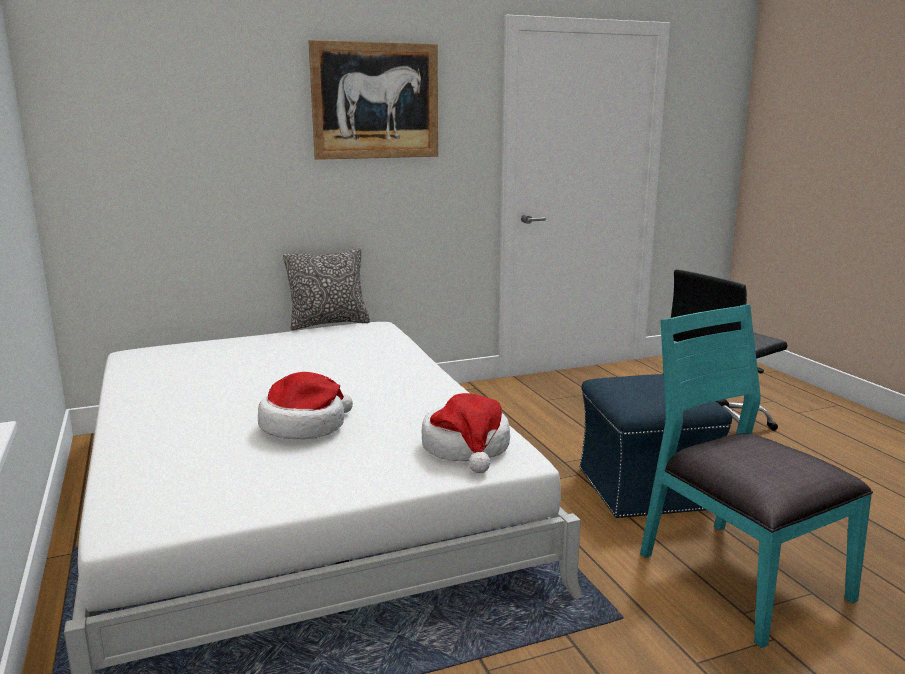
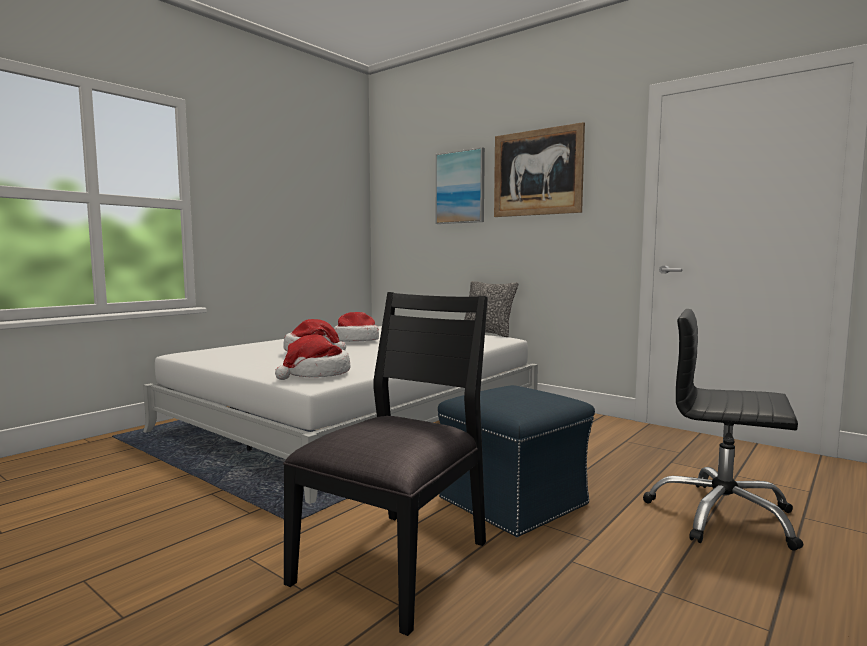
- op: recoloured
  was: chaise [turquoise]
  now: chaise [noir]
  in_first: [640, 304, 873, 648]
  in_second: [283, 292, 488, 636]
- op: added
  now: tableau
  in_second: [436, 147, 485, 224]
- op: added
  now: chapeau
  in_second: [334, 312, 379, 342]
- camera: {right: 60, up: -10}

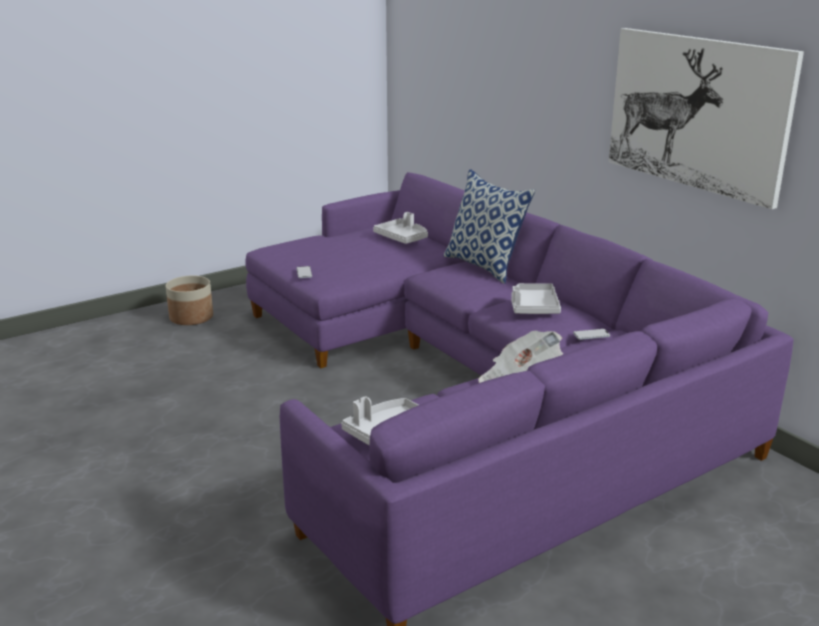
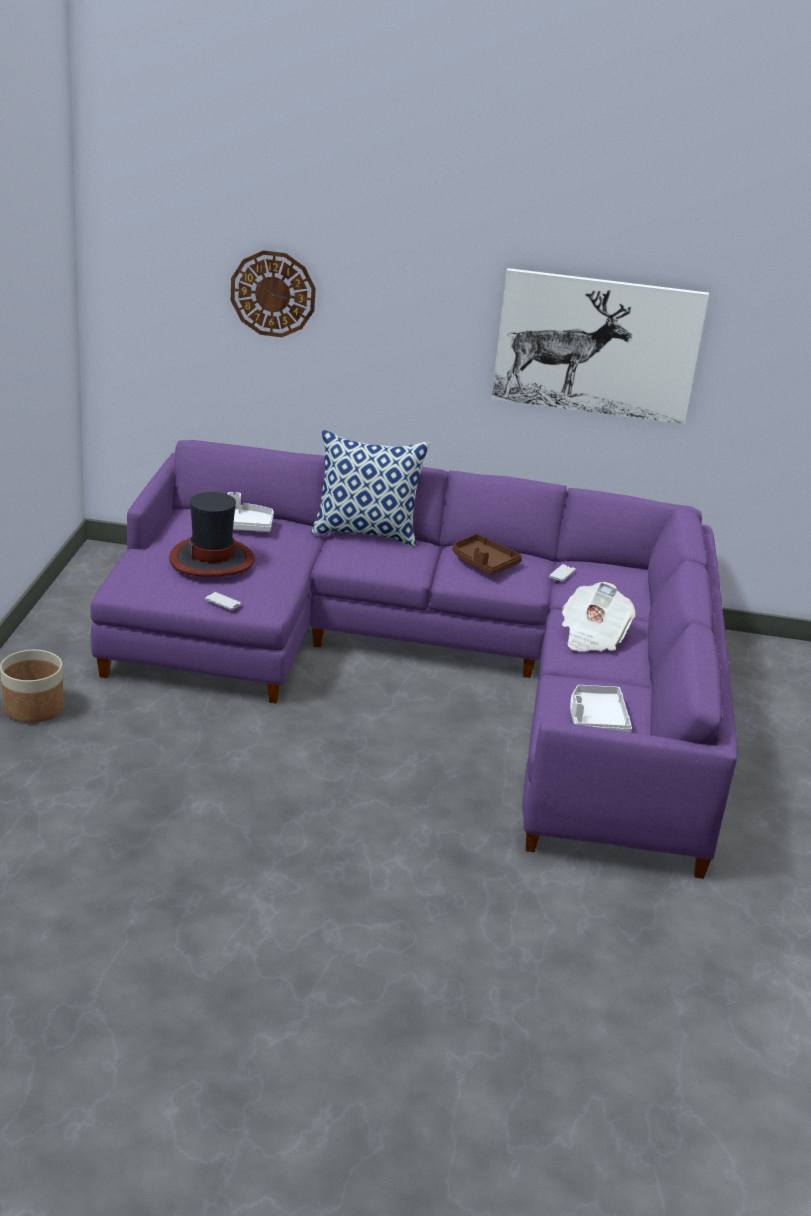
- op: recoloured
  was: plateau [gris]
  now: plateau [marron]
  in_first: [511, 283, 561, 314]
  in_second: [453, 534, 522, 575]
- op: added
  now: horloge murale
  in_second: [231, 250, 316, 337]
- op: added
  now: chapeau
  in_second: [169, 492, 255, 577]
- camera: {right: -50, up: 5}

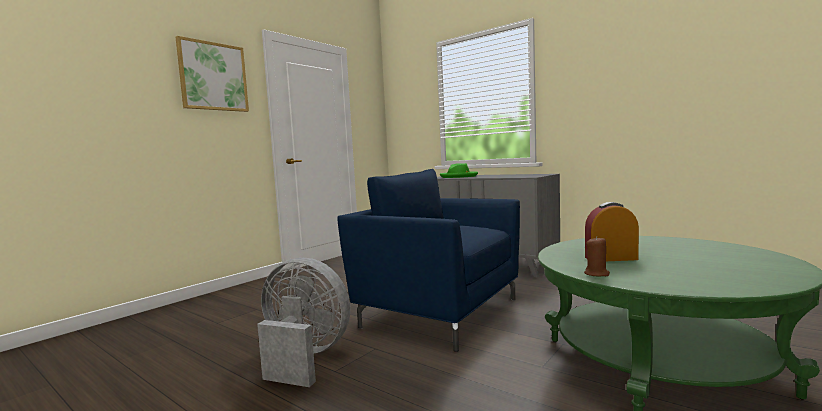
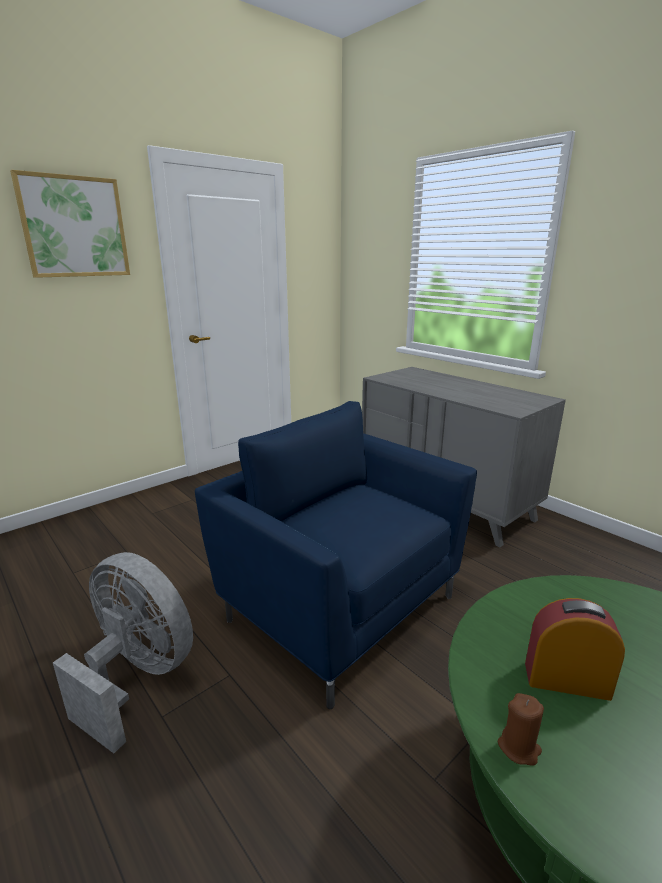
- op: removed
  was: chapeau [vert]
  in_first: [440, 163, 478, 178]
- camera: {right: 10, up: 15}

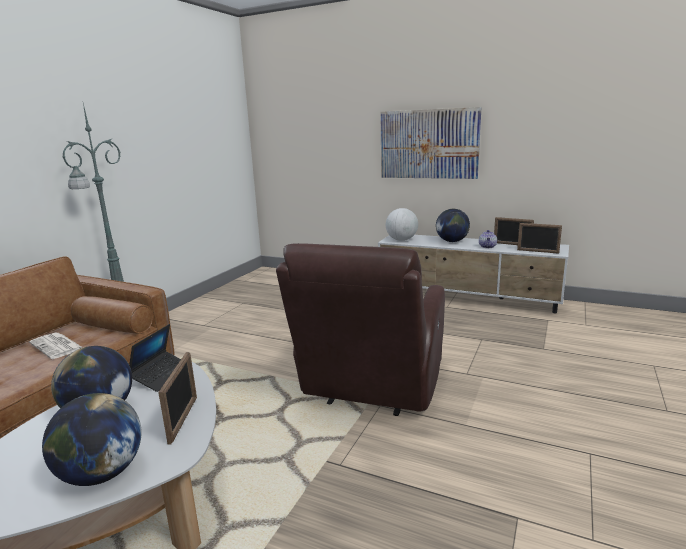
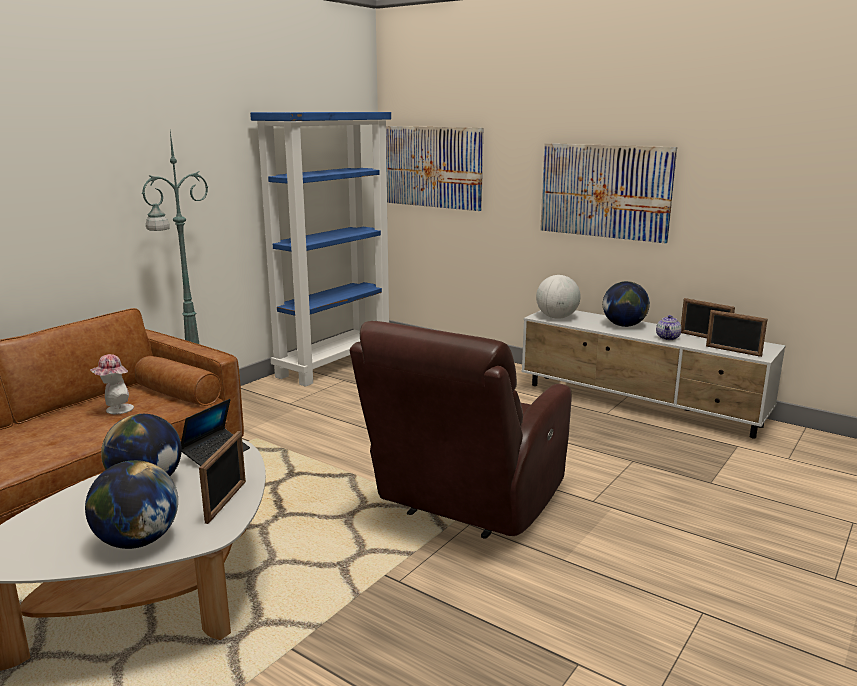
- op: replaced
  was: journal
  now: chapeau
  in_first: [29, 333, 83, 359]
  in_second: [90, 354, 134, 414]
- op: added
  now: bibliothèque [bleu]
  in_second: [250, 112, 391, 387]
- op: added
  now: tableau
  in_second: [386, 126, 483, 211]
- camera: {right: 10, up: 0}

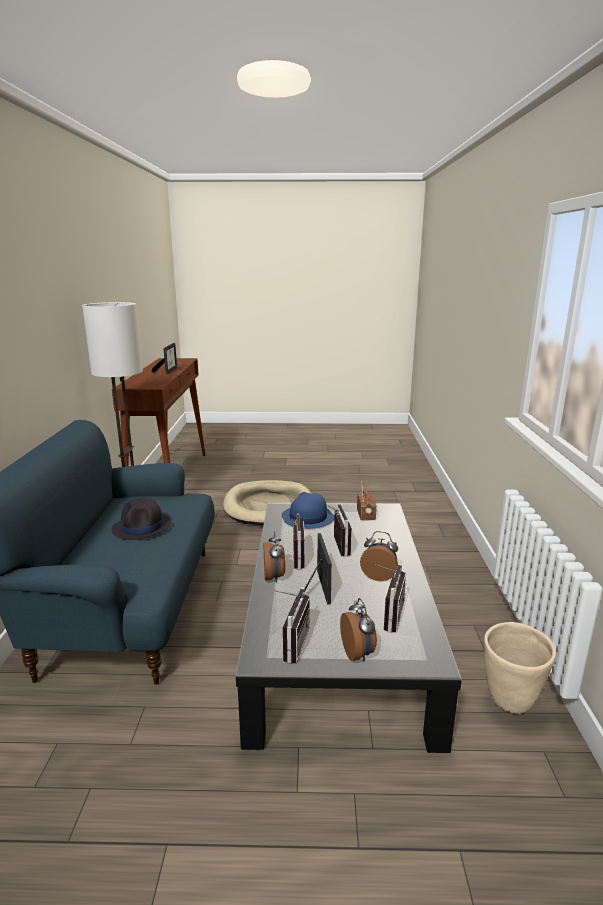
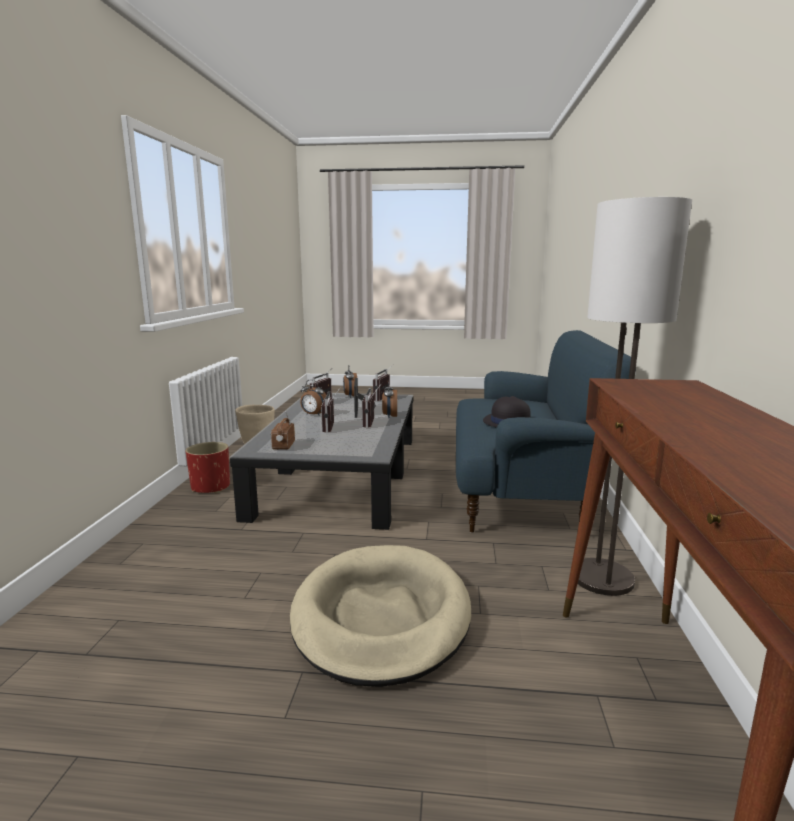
- op: removed
  was: cadre photo
  in_first: [151, 343, 177, 374]
- op: removed
  was: chapeau [bleu]
  in_first: [282, 492, 334, 529]
- op: added
  now: cache-pot [rouge]
  in_second: [186, 442, 230, 493]
- camera: {right: -175, up: -5}

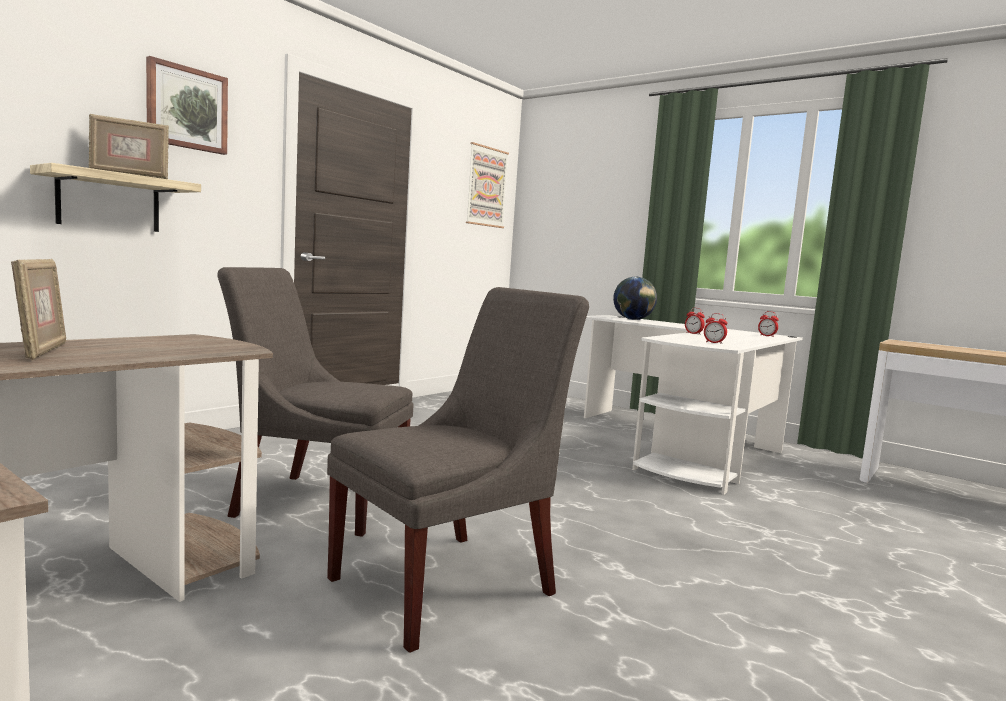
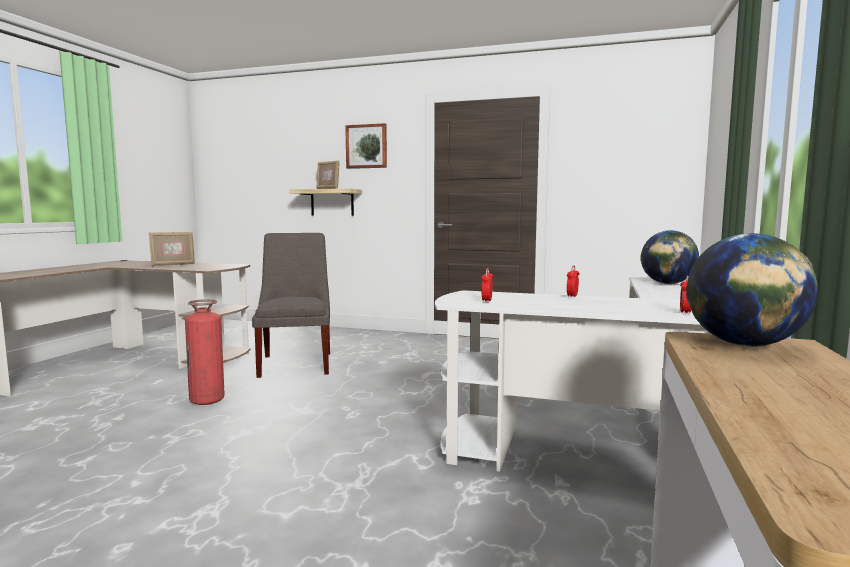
- op: removed
  was: tableau
  in_first: [466, 142, 509, 228]
- op: replaced
  was: chaise [gris]
  now: extincteur
  in_first: [327, 287, 589, 653]
  in_second: [185, 299, 225, 405]
- op: added
  now: globe
  in_second: [686, 233, 818, 347]
- camera: {right: 70, up: 0}

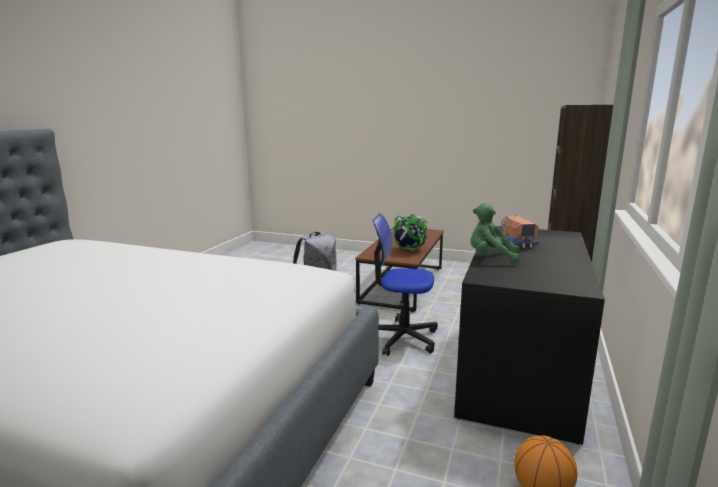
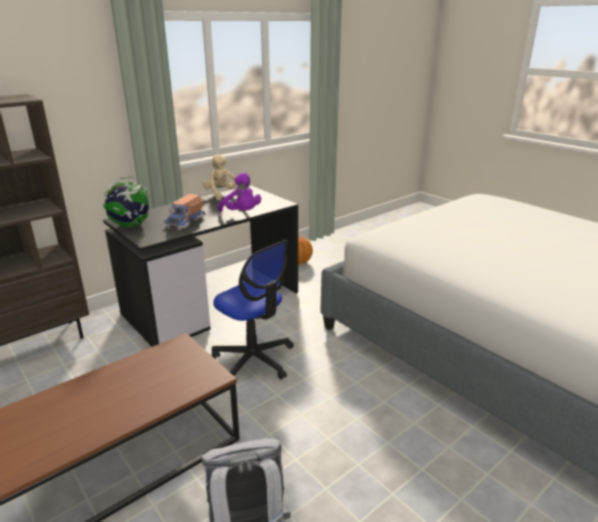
- op: recoloured
  was: peluche [vert]
  now: peluche [violet]
  in_first: [470, 203, 520, 263]
  in_second: [218, 173, 261, 212]
- op: moved
  was: globe
  in_first: [391, 214, 428, 251]
  in_second: [104, 176, 152, 227]
- op: added
  now: peluche [beige]
  in_second: [203, 154, 238, 201]
- camera: {right: -150, up: 10}

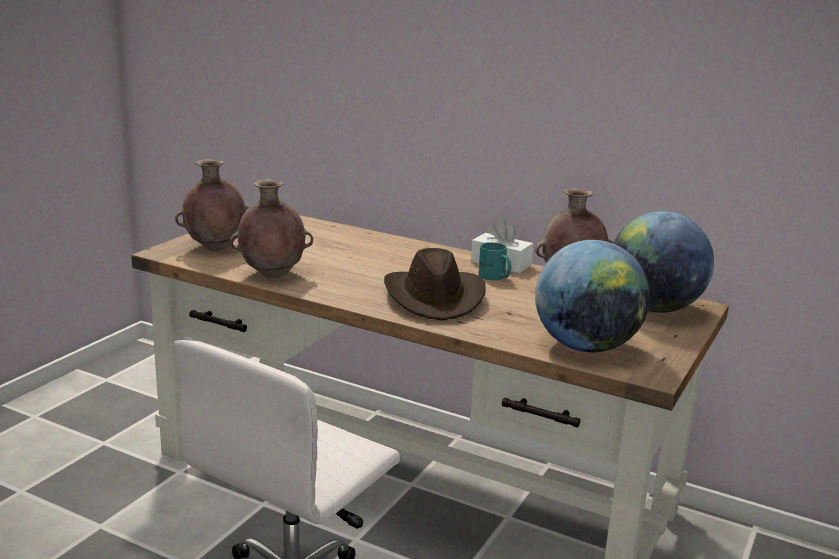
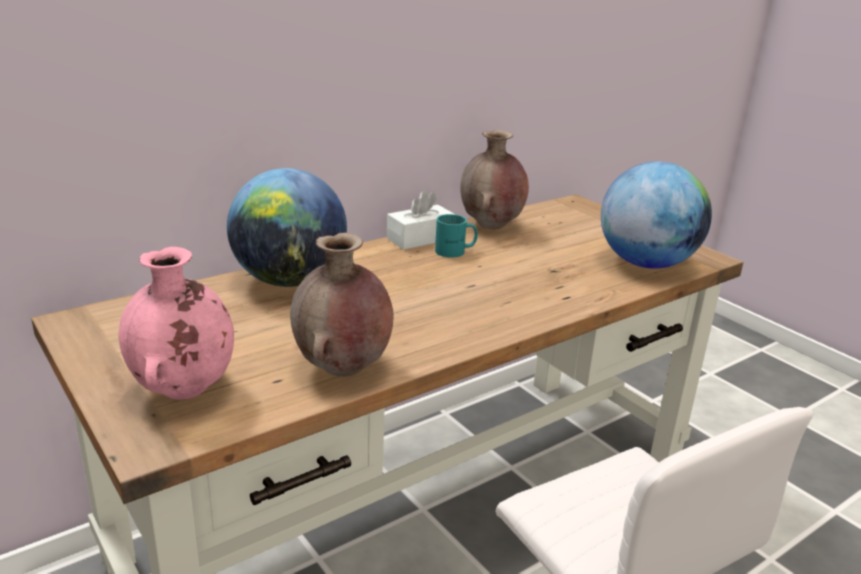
- op: recoloured
  was: vase [marron]
  now: vase [rose]
  in_first: [175, 159, 250, 251]
  in_second: [118, 247, 234, 400]
- op: moved
  was: globe
  in_first: [613, 211, 714, 313]
  in_second: [227, 168, 347, 287]
- op: removed
  was: chapeau [marron]
  in_first: [384, 248, 486, 320]
- camera: {right: -65, up: 5}

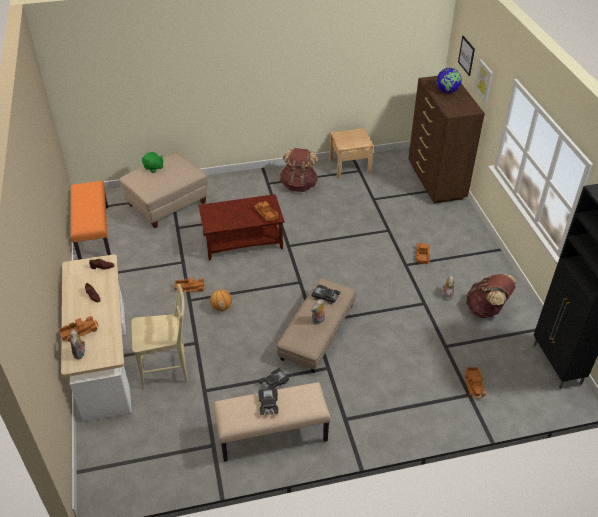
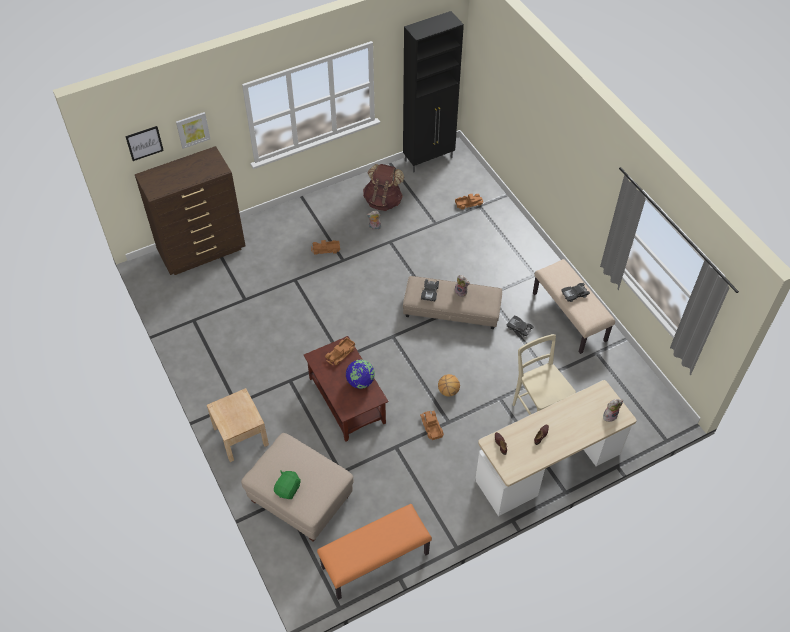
- op: moved
  was: globe
  in_first: [436, 68, 462, 93]
  in_second: [346, 360, 375, 389]
- op: moved
  was: table de chevet [beige]
  in_first: [329, 128, 374, 178]
  in_second: [207, 388, 269, 462]
- op: removed
  was: sac à dos [marron]
  in_first: [280, 148, 318, 192]
- op: removed
  was: camion jouet
  in_first: [58, 316, 99, 342]
- camera: {right: -105, up: 10}

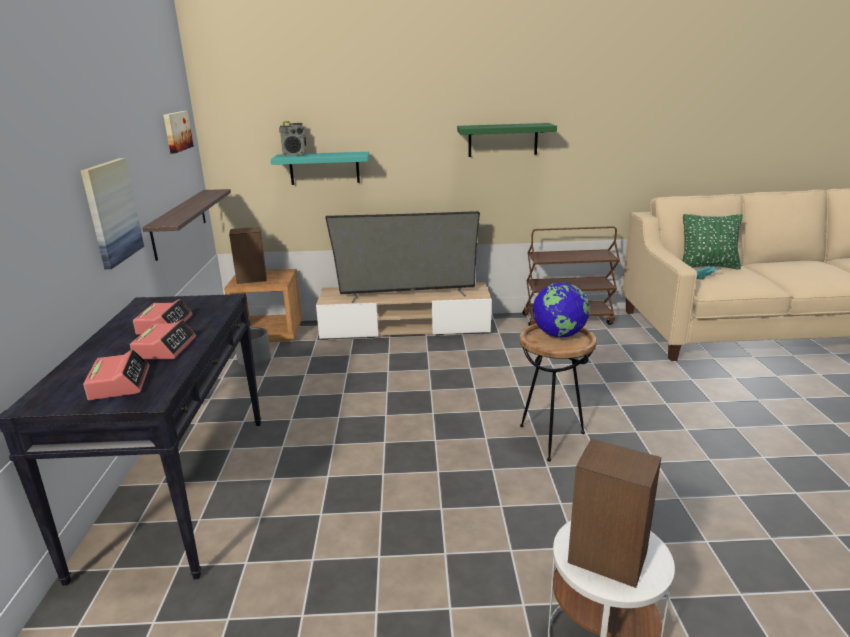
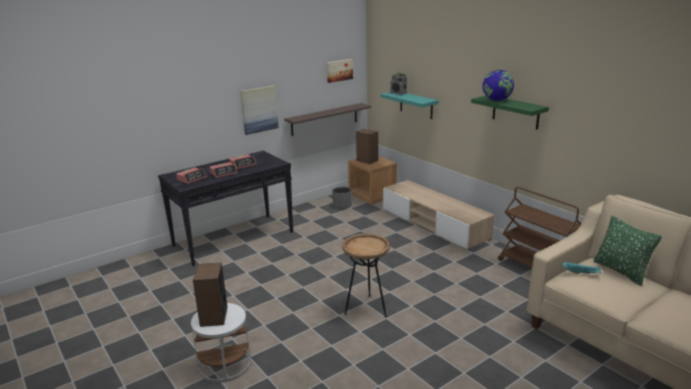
- op: removed
  was: téléviseur
  in_first: [325, 211, 480, 303]
- op: moved
  was: globe
  in_first: [533, 282, 590, 338]
  in_second: [483, 70, 514, 101]
- camera: {right: 55, up: 0}

